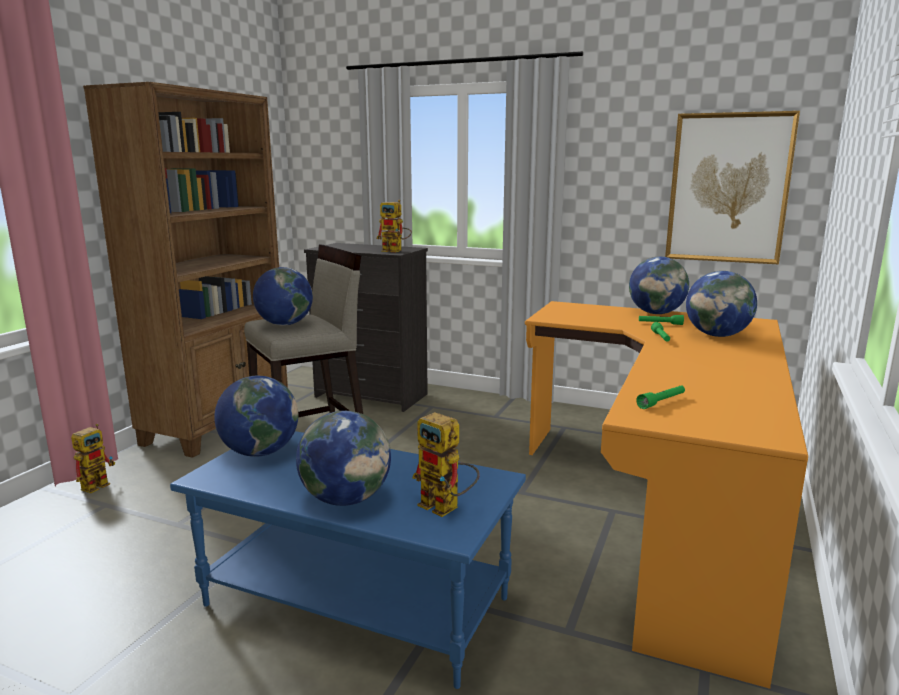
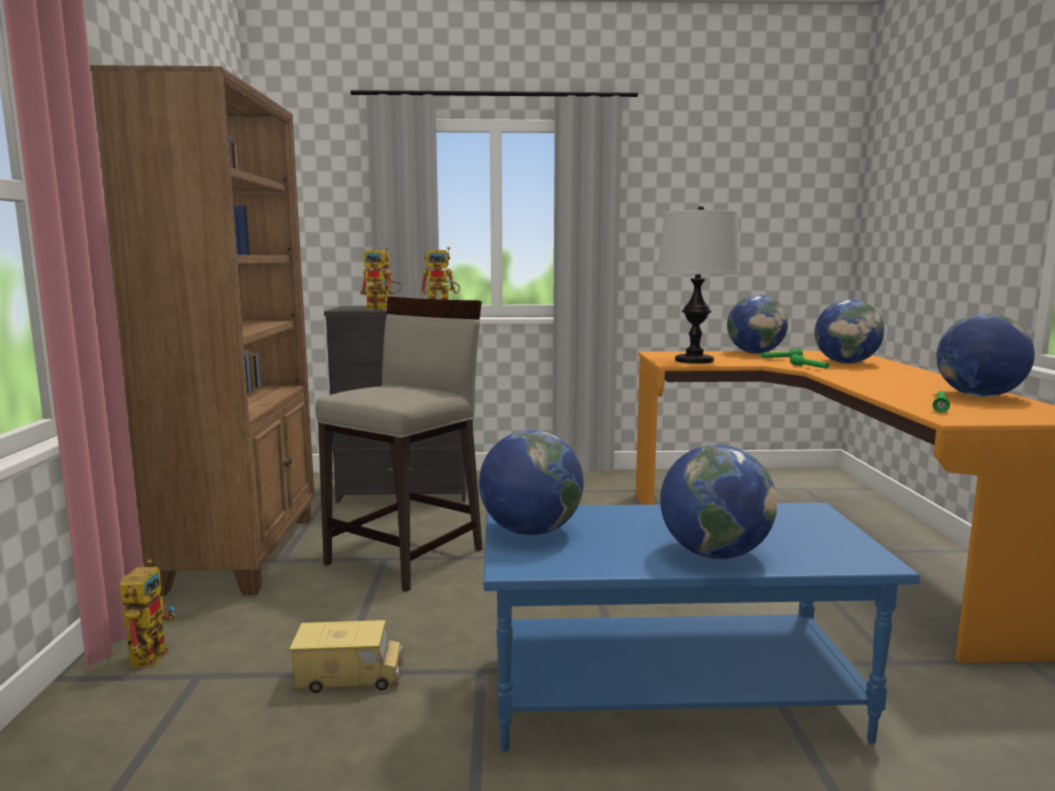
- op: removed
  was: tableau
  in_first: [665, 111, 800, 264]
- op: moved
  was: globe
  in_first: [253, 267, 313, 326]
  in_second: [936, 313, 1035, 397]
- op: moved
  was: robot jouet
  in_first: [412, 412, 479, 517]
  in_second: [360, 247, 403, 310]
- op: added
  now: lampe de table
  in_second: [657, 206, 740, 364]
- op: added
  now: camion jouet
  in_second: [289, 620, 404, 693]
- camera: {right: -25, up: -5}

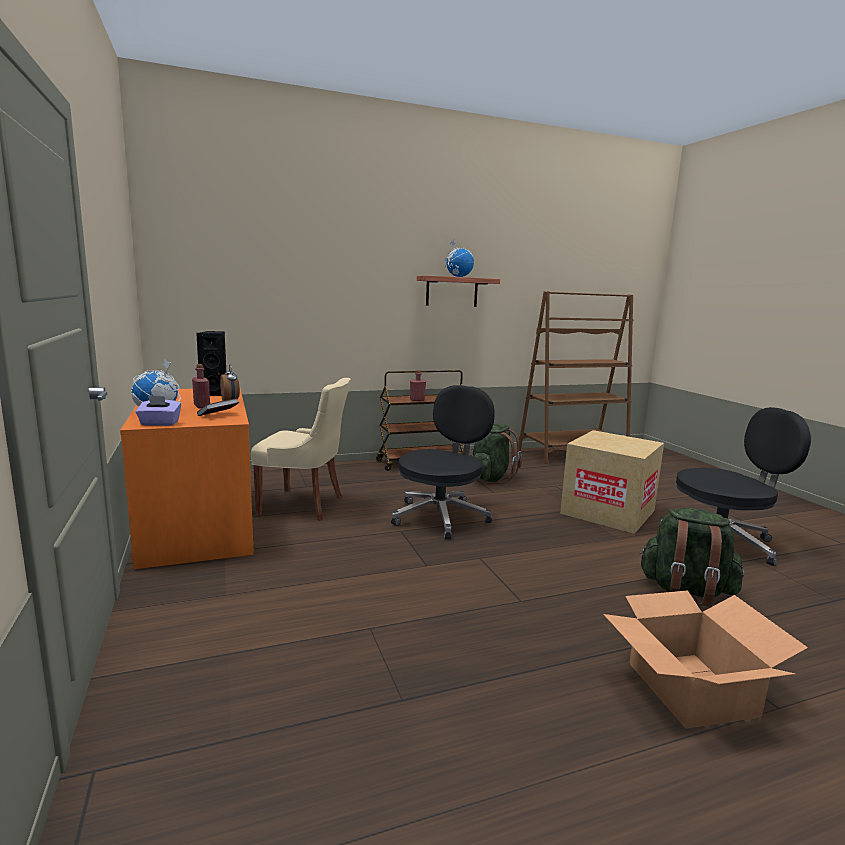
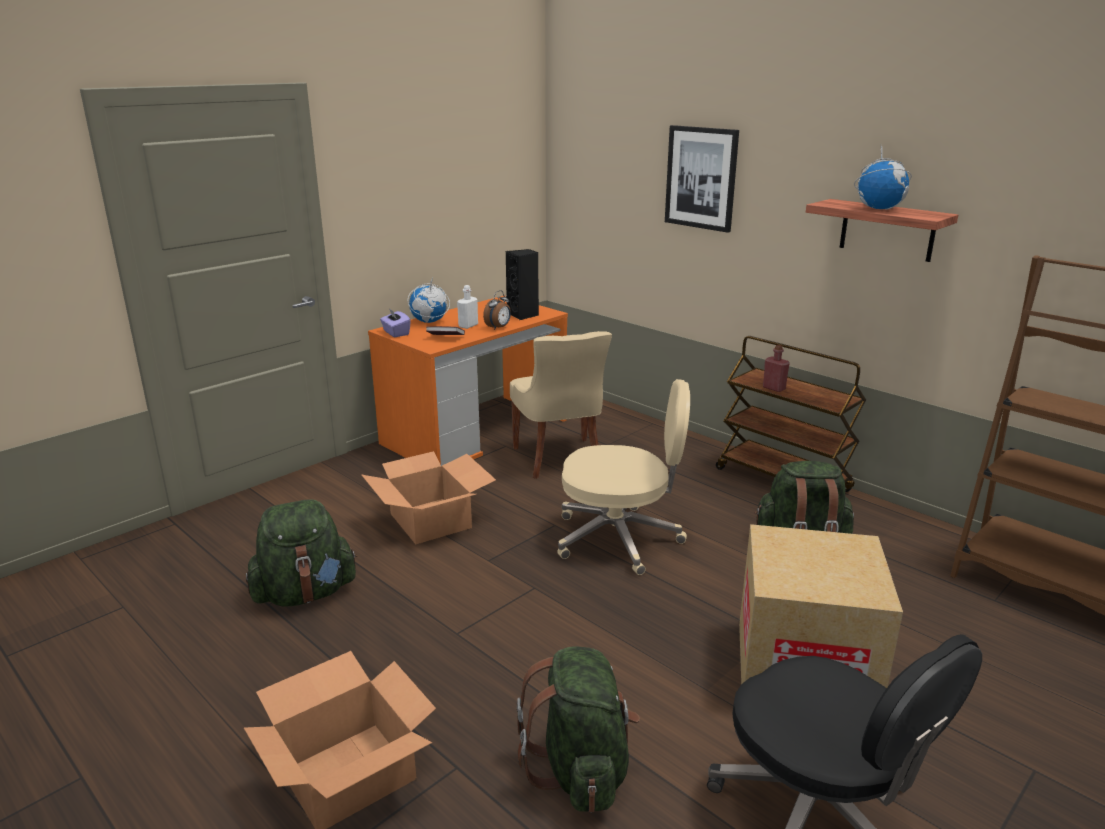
- op: recoloured
  was: bouteille [rouge]
  now: bouteille [blanc]
  in_first: [192, 364, 210, 408]
  in_second: [457, 285, 478, 329]
- op: recoloured
  was: chaise de bureau [noir]
  now: chaise de bureau [beige]
  in_first: [391, 385, 495, 539]
  in_second: [557, 379, 690, 575]
- op: added
  now: tableau
  in_second: [665, 125, 739, 233]
- op: added
  now: carton
  in_second: [361, 451, 496, 544]
- op: added
  now: sac à dos [vert]
  in_second: [246, 499, 357, 607]
- camera: {right: 65, up: 10}

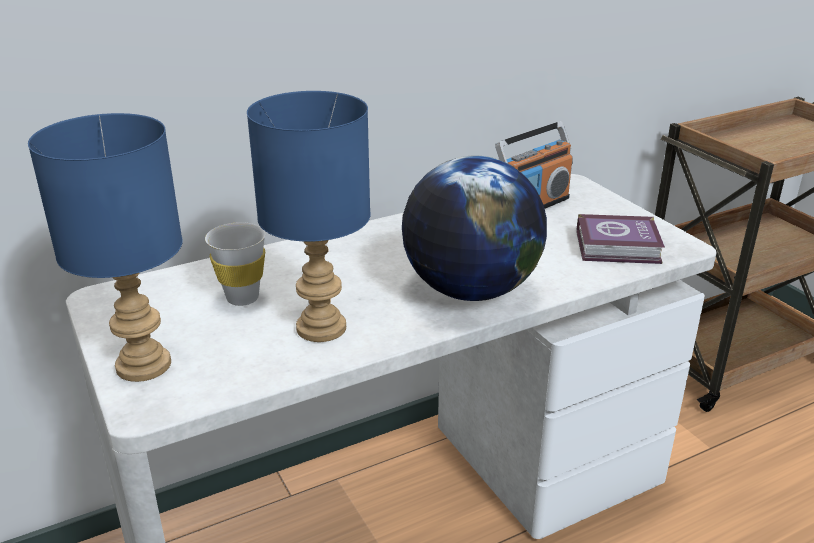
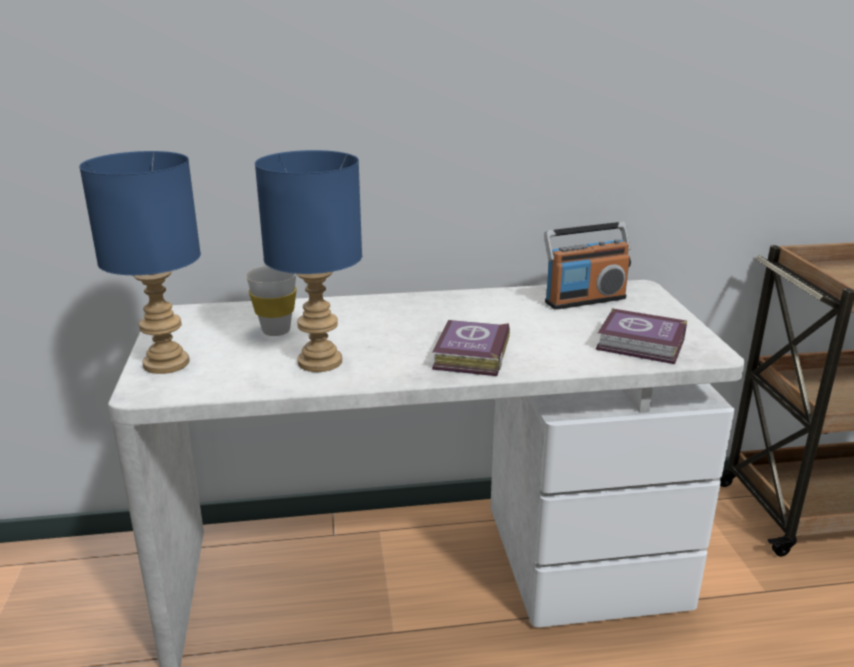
- op: replaced
  was: globe
  now: livre
  in_first: [402, 155, 547, 301]
  in_second: [432, 320, 510, 376]
- camera: {right: 20, up: -5}

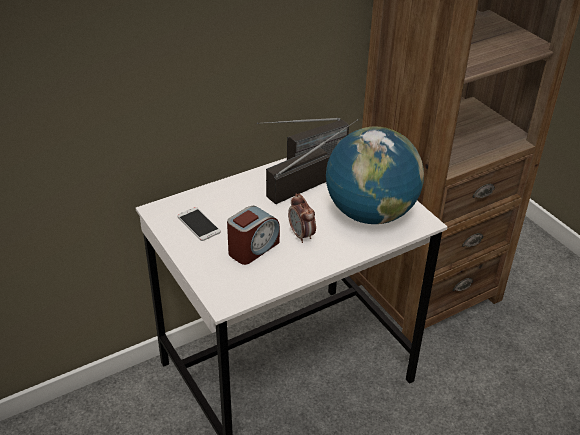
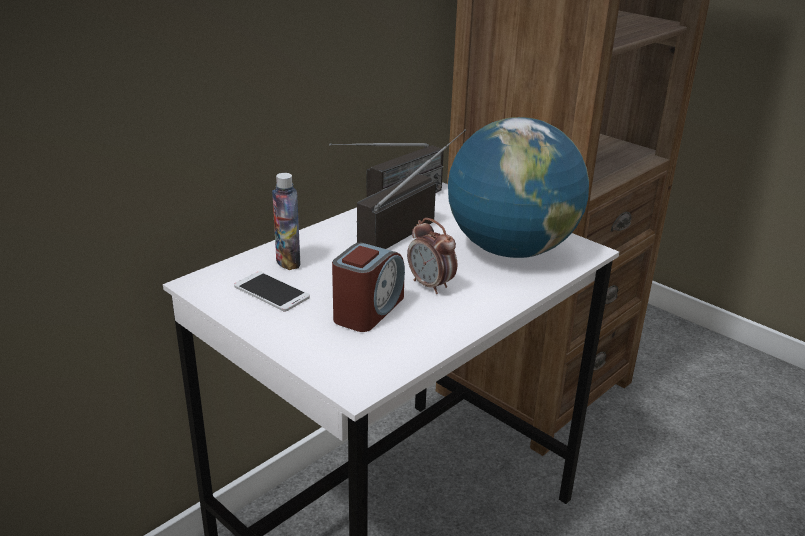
- op: added
  now: bouteille
  in_second: [272, 173, 300, 270]
- camera: {right: -15, up: -10}

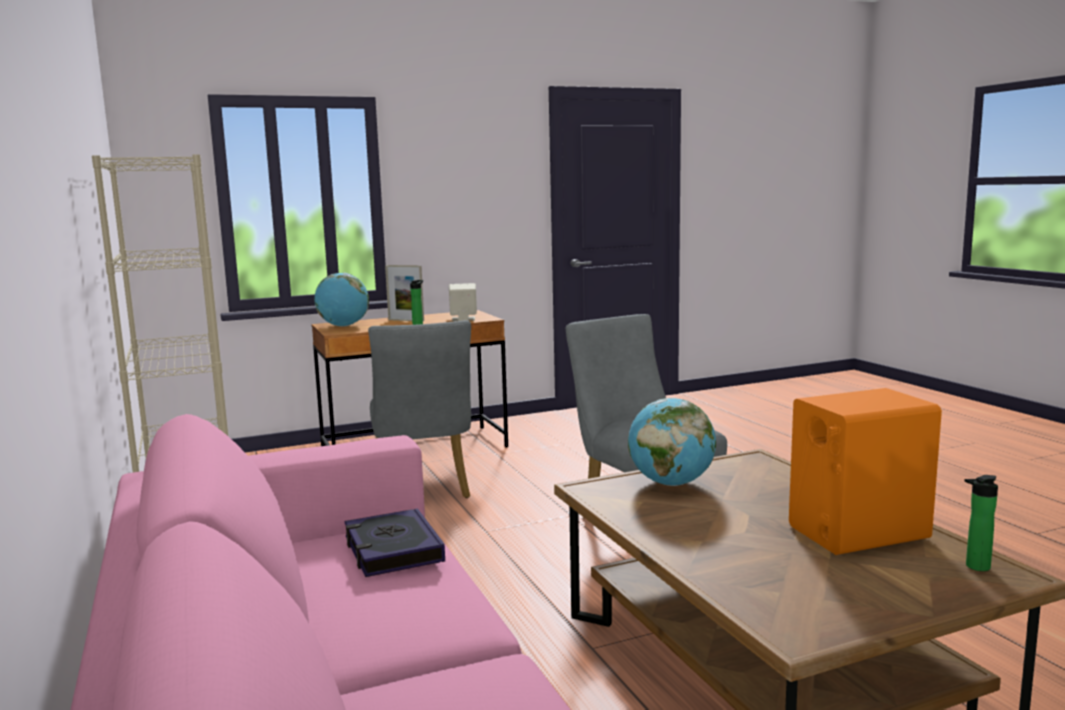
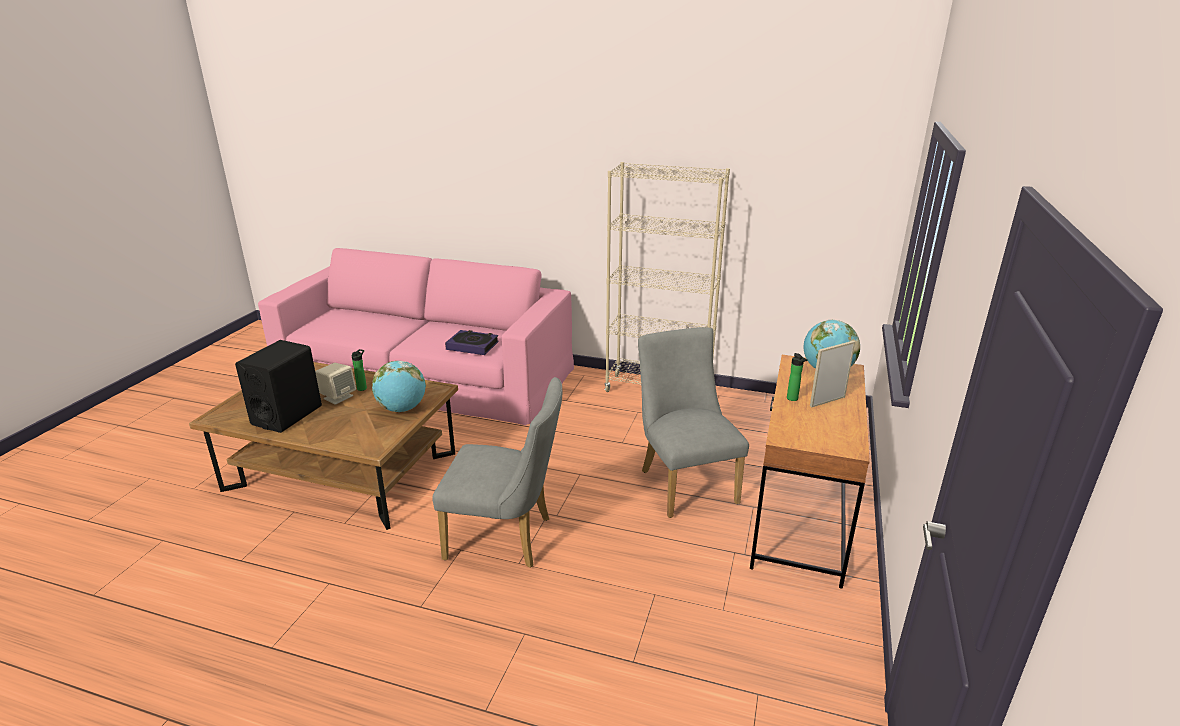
- op: moved
  was: enceinte [beige]
  in_first: [449, 283, 477, 321]
  in_second: [315, 363, 356, 405]
- op: turned
  was: chaise [gris]
  in_first: [368, 320, 471, 498]
  in_second: [638, 327, 749, 518]
  clockwise: 45
- op: recoloured
  was: enceinte [orange]
  now: enceinte [noir]
  in_first: [789, 388, 942, 555]
  in_second: [235, 340, 322, 433]
- op: moved
  was: bouteille
  in_first: [964, 475, 998, 571]
  in_second: [352, 349, 367, 391]
- camera: {right: 130, up: 15}

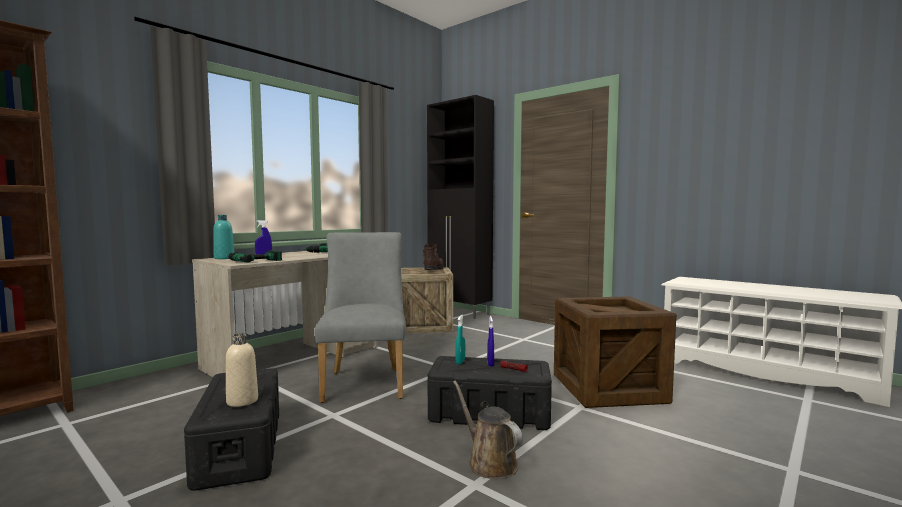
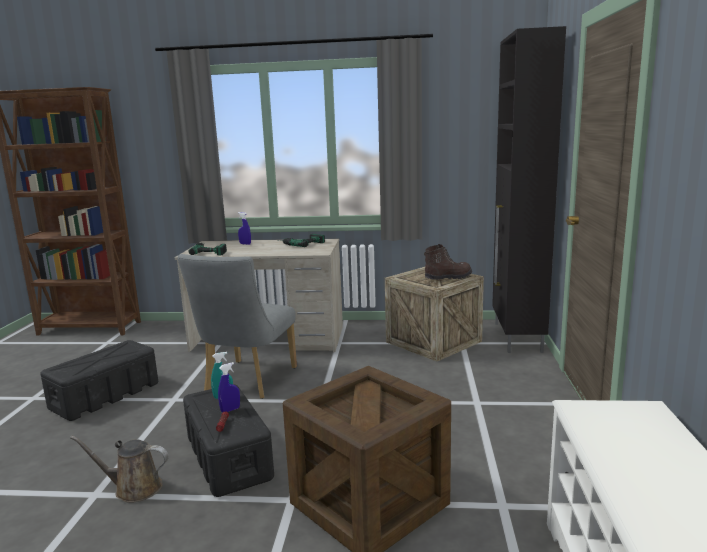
- op: removed
  was: bouteille [turquoise]
  in_first: [213, 215, 234, 259]
- op: turned
  was: chaise [gris]
  in_first: [314, 232, 406, 403]
  in_second: [177, 254, 297, 399]
  clockwise: 150
- op: removed
  was: bouteille [beige]
  in_first: [226, 333, 258, 407]
- op: turned
  was: arrosoir [marron]
  in_first: [453, 381, 523, 479]
  in_second: [70, 436, 169, 503]
  clockwise: -105
- camera: {right: 55, up: 10}

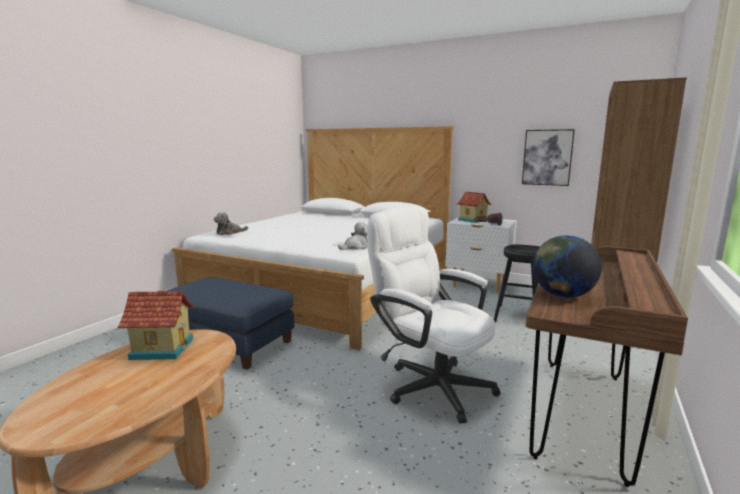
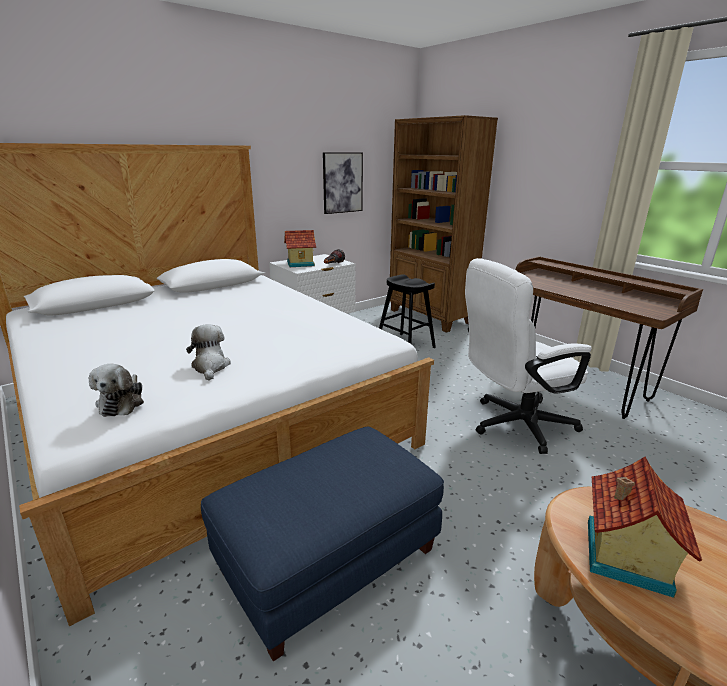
- op: moved
  was: peluche
  in_first: [338, 222, 368, 250]
  in_second: [186, 324, 231, 381]
- op: removed
  was: globe
  in_first: [533, 235, 602, 298]
- camera: {right: -65, up: 10}

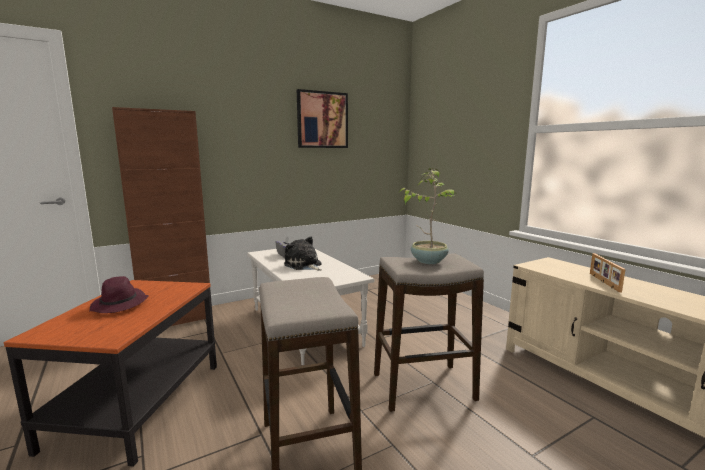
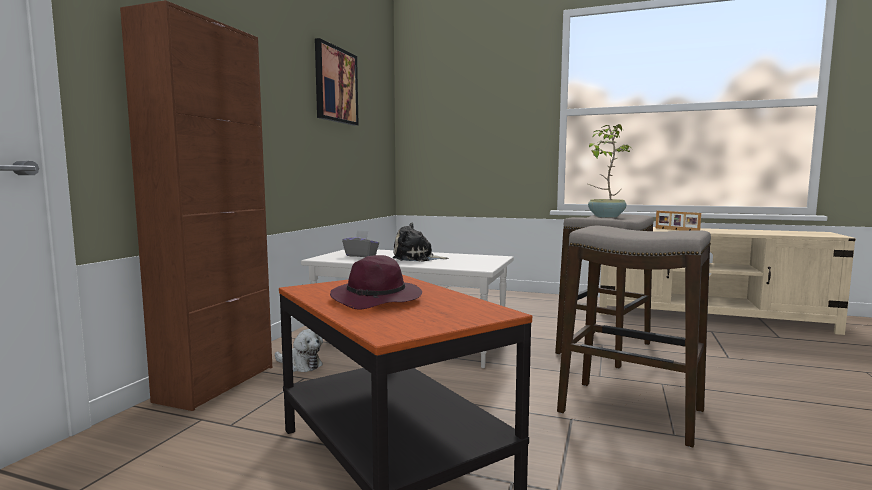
- op: added
  now: peluche
  in_second: [275, 329, 323, 372]
- camera: {right: -40, up: -5}

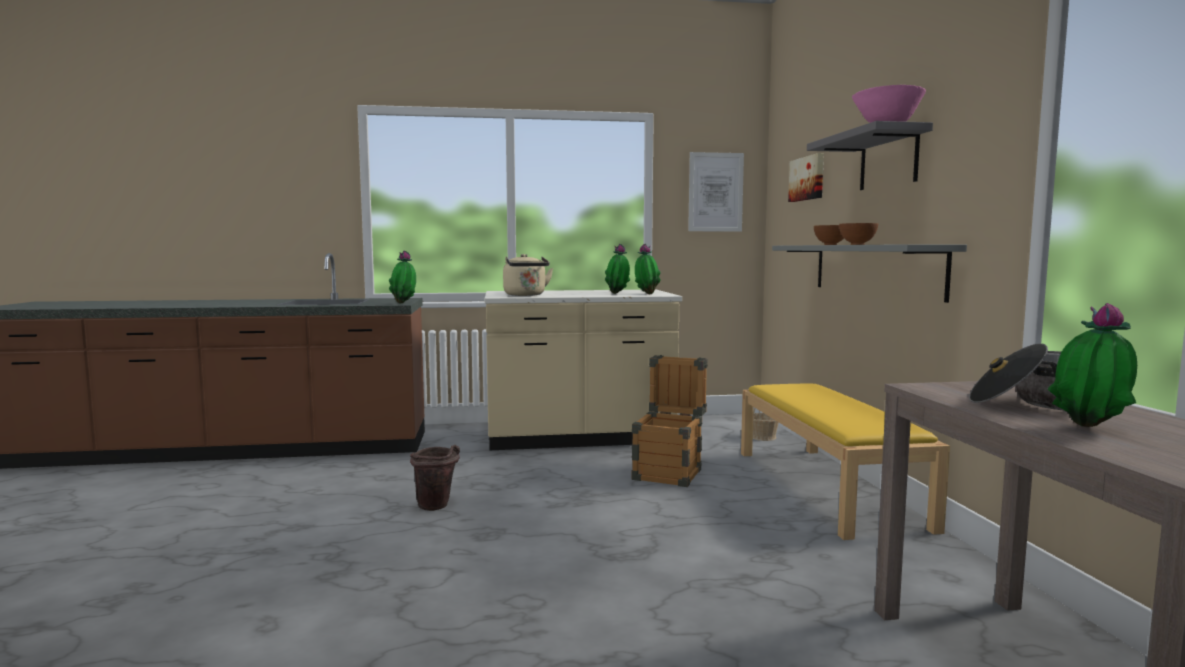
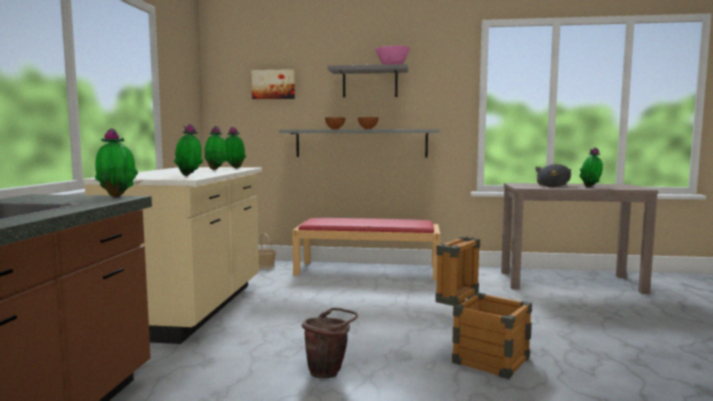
- op: removed
  was: tableau
  in_first: [688, 152, 744, 232]
- op: replaced
  was: bouilloire [beige]
  now: plante en pot
  in_first: [503, 254, 553, 296]
  in_second: [174, 123, 203, 176]
- op: moved
  was: caisse
  in_first: [631, 355, 708, 487]
  in_second: [435, 236, 532, 379]
- op: recoloured
  was: banc [jaune]
  now: banc [rouge]
  in_first: [741, 383, 950, 540]
  in_second: [292, 218, 440, 280]
- camera: {right: -75, up: 0}

